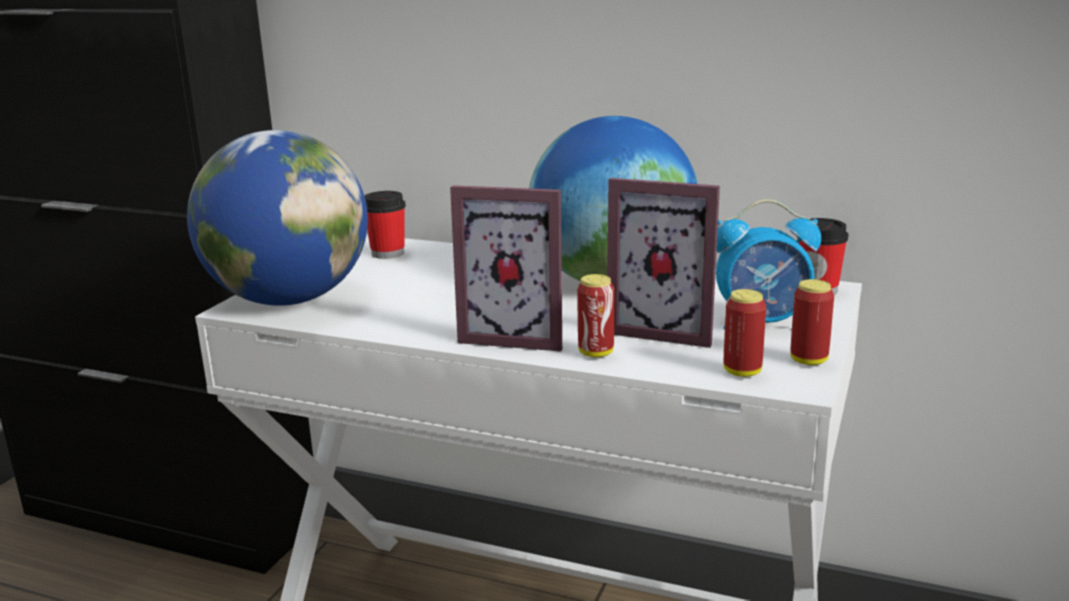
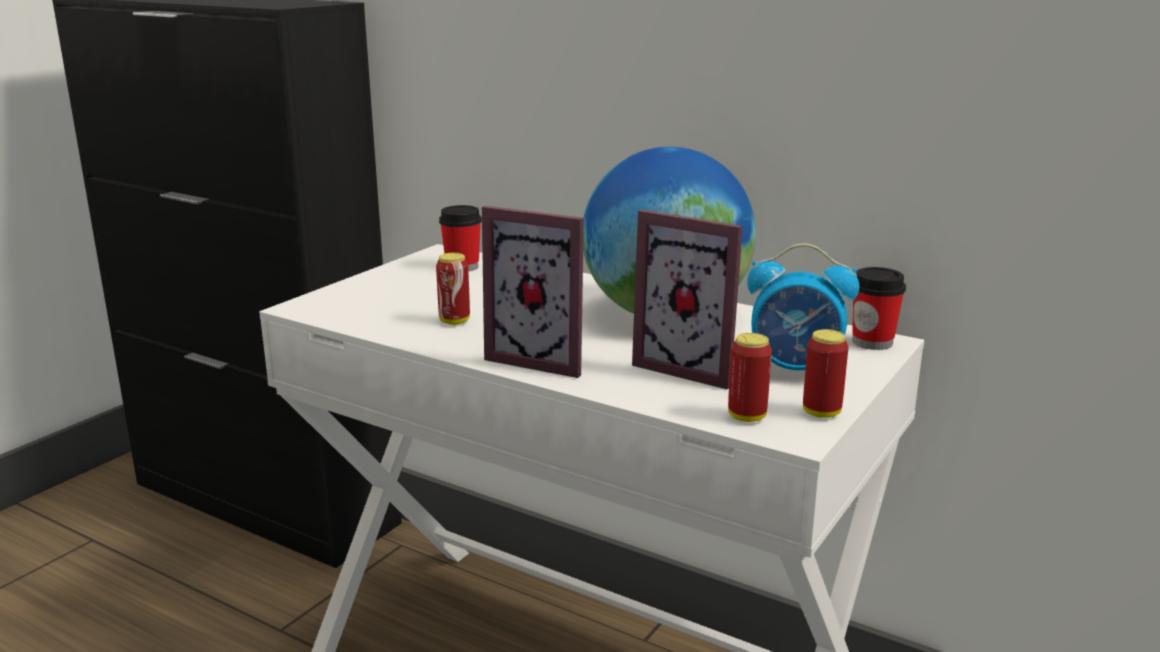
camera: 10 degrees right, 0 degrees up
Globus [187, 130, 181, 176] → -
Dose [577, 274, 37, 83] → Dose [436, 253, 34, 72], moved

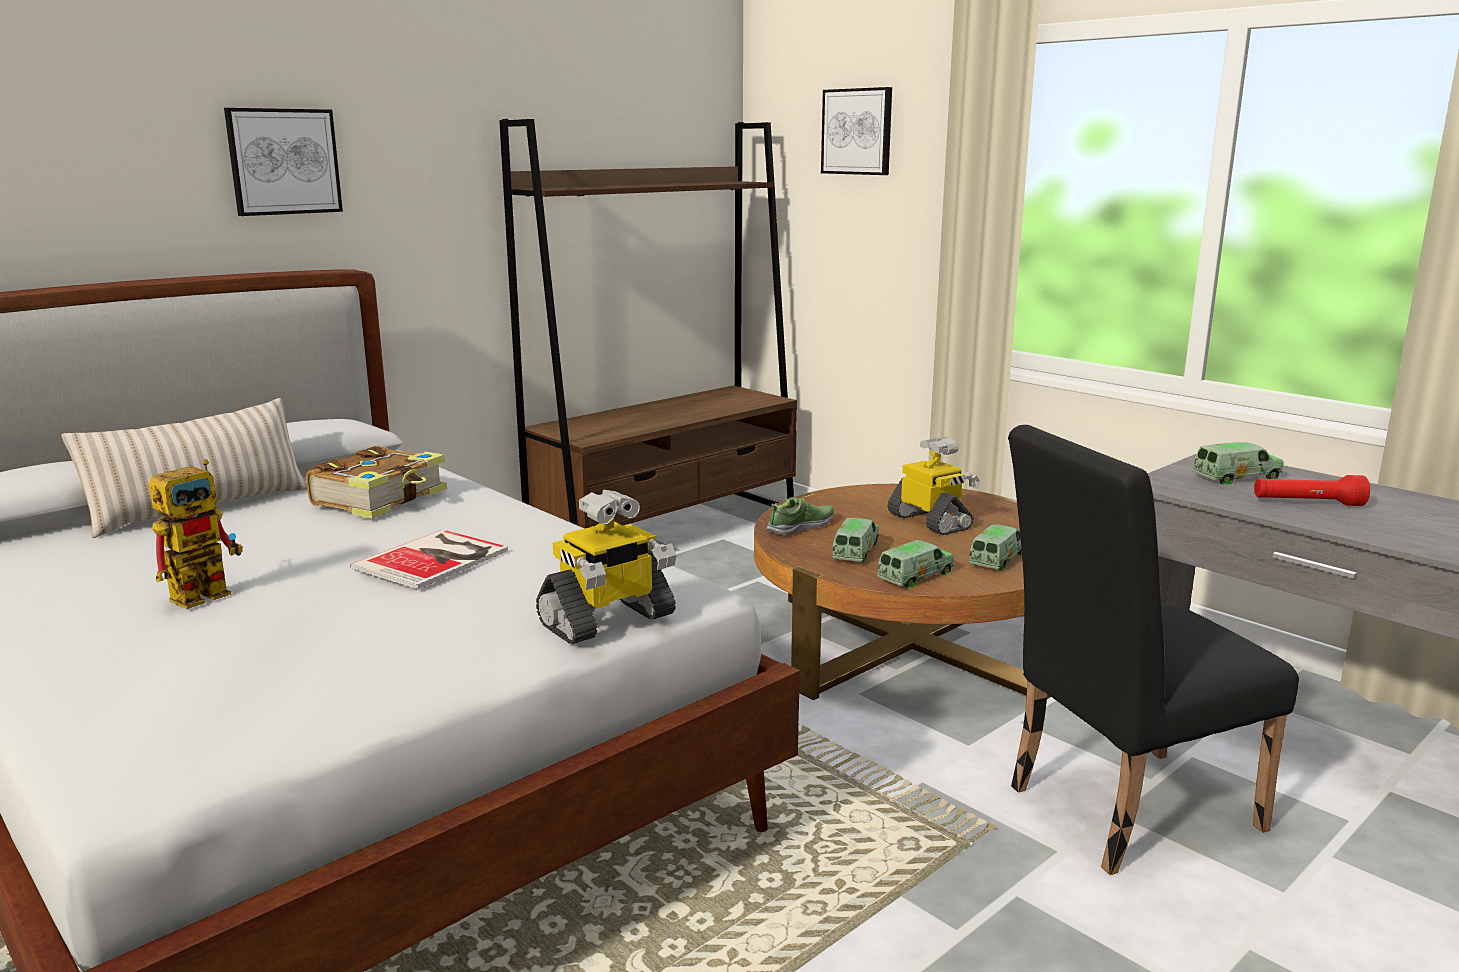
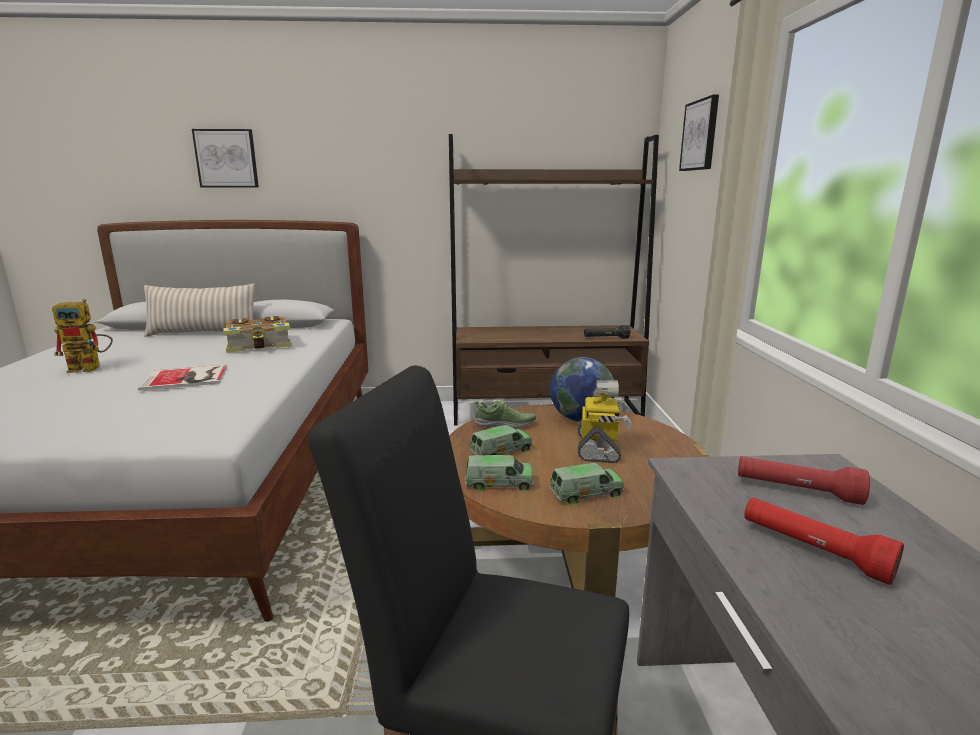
camera: 40 degrees right, 0 degrees up
Bild [224, 108, 119, 108] → Bild [192, 129, 67, 59], moved
Spielzeugroboter [536, 489, 141, 155] → -
Spielzeuglaster [1192, 442, 92, 42] → Taschenlampe/rot [738, 456, 132, 49]
- → Globus [550, 357, 64, 65]
- → Taschenlampe/schwarz [584, 325, 46, 13]

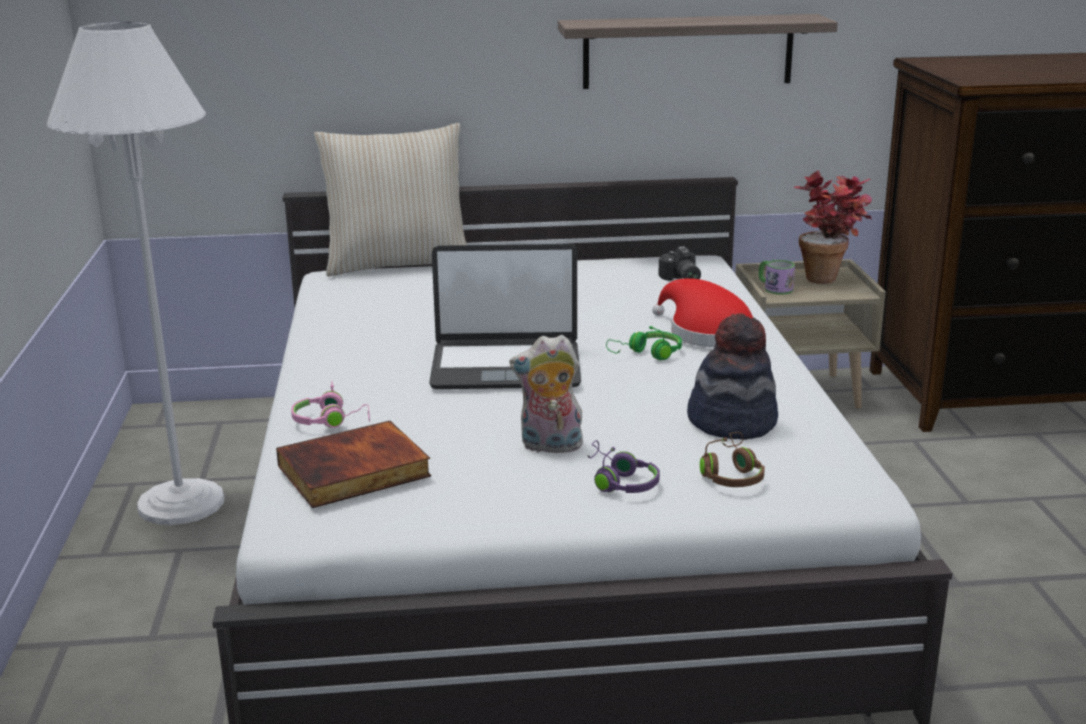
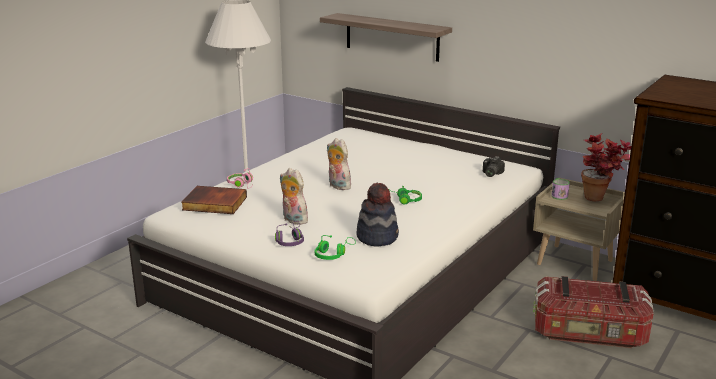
camera: 40 degrees right, 0 degrees up
Kissen/beige [314, 123, 153, 154] → -
Laptop [429, 244, 152, 145] → Plüschtier [327, 138, 25, 52]
Wandregal [558, 14, 280, 75] → Wandregal [320, 13, 132, 49], moved
Hut/rot [652, 278, 102, 69] → -
Kopfhörer/braun [700, 432, 65, 55] → Kopfhörer/grün [314, 235, 42, 25]
- → Aufbewahrungsbox [533, 276, 121, 72]

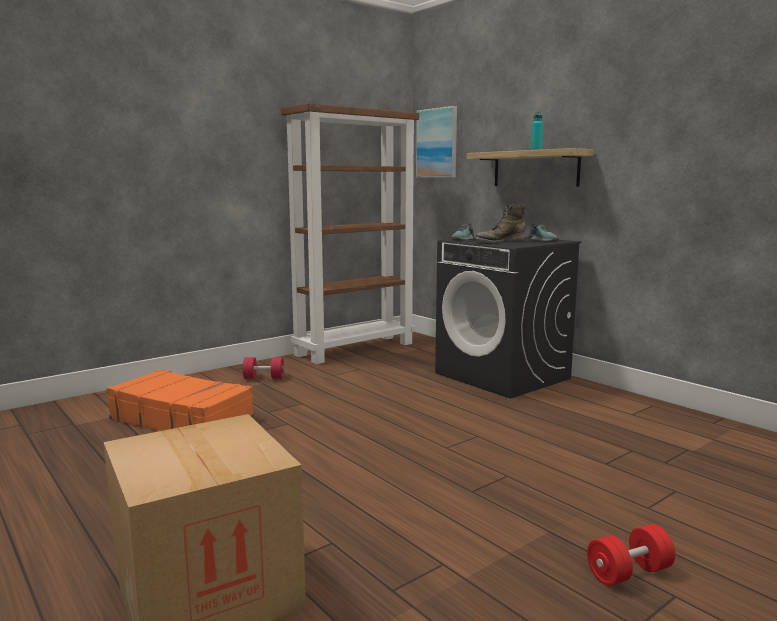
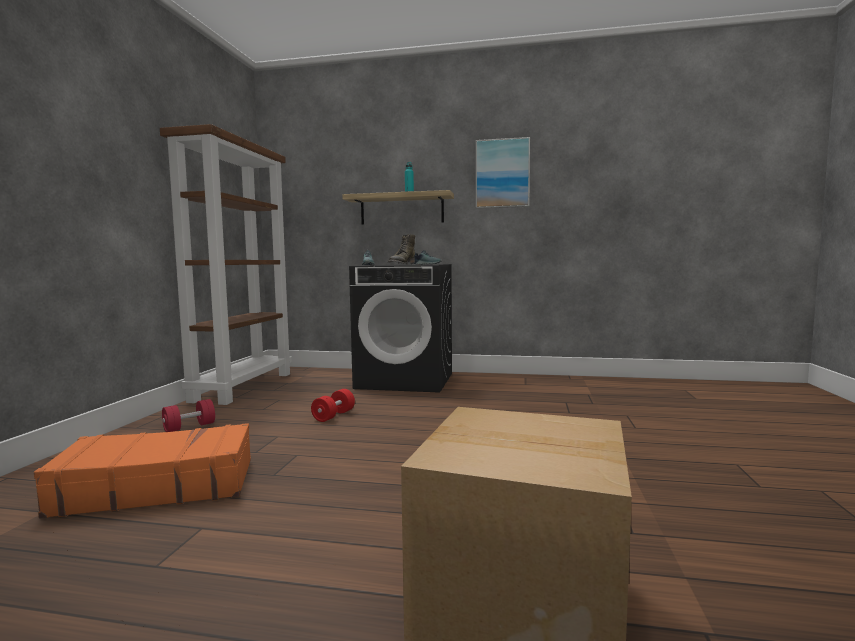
camera: 40 degrees left, 5 degrees down
Bild [416, 106, 41, 72] → Bild [476, 137, 54, 71], moved
Hantel/rot [587, 524, 88, 62] → Hantel/rot [311, 389, 44, 33], moved

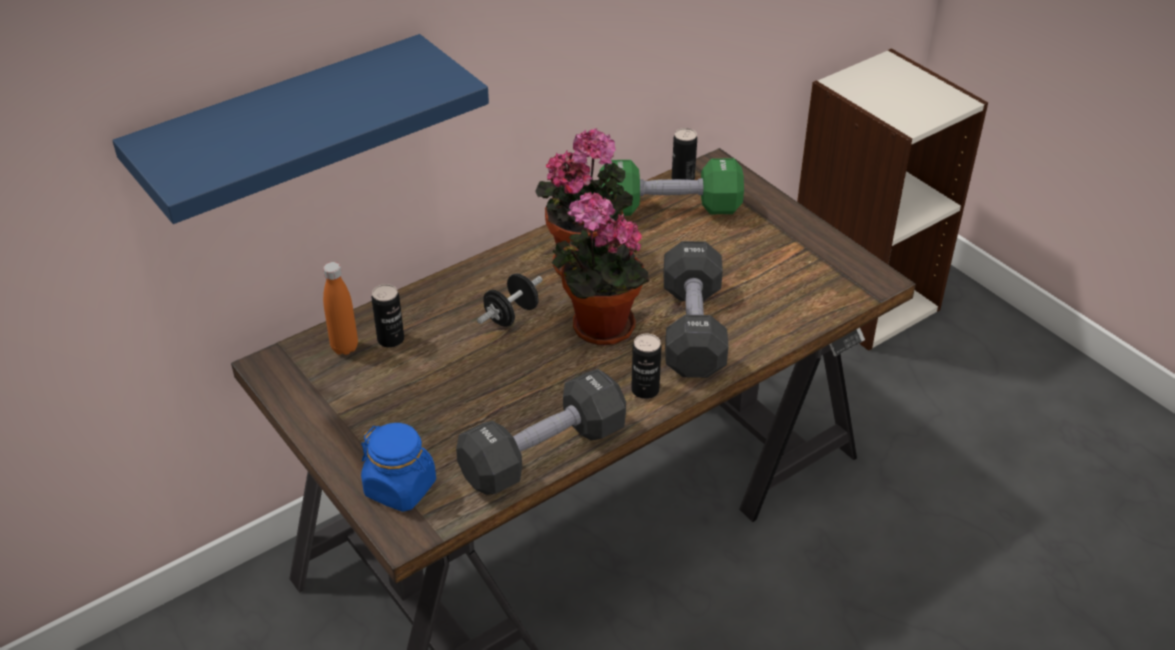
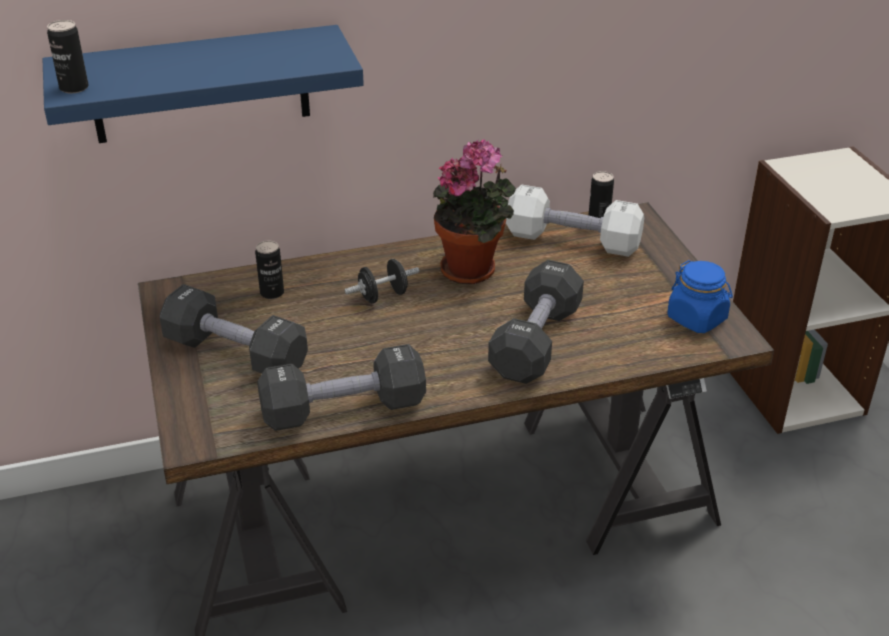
camera: 20 degrees right, 5 degrees down
Flasche/orange [323, 262, 35, 93] → -
Vorratsglas/blau [361, 423, 75, 89] → Vorratsglas/blau [667, 260, 66, 73], moved
Topfpflanze [552, 192, 98, 154] → -
Hantel/grün [599, 158, 145, 58] → Hantel/weiß [506, 184, 138, 73]
Dose [631, 334, 30, 65] → Dose [47, 20, 42, 73], moved
- → Hantel/schwarz [160, 284, 148, 89]

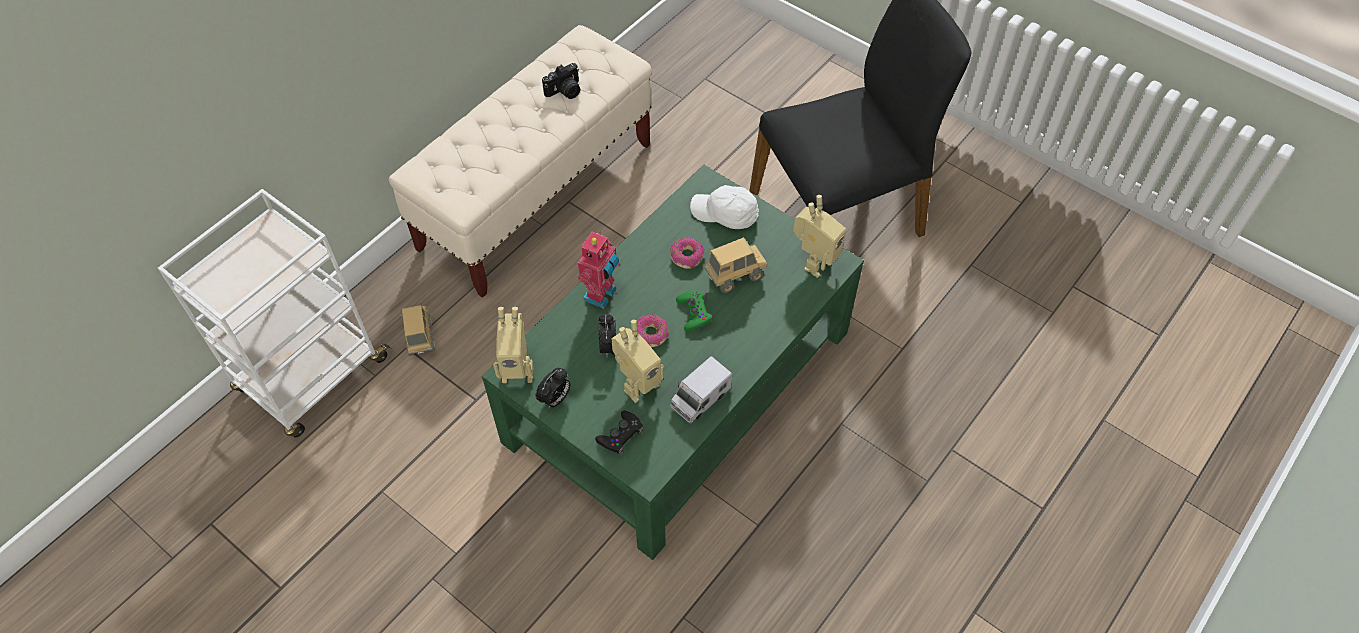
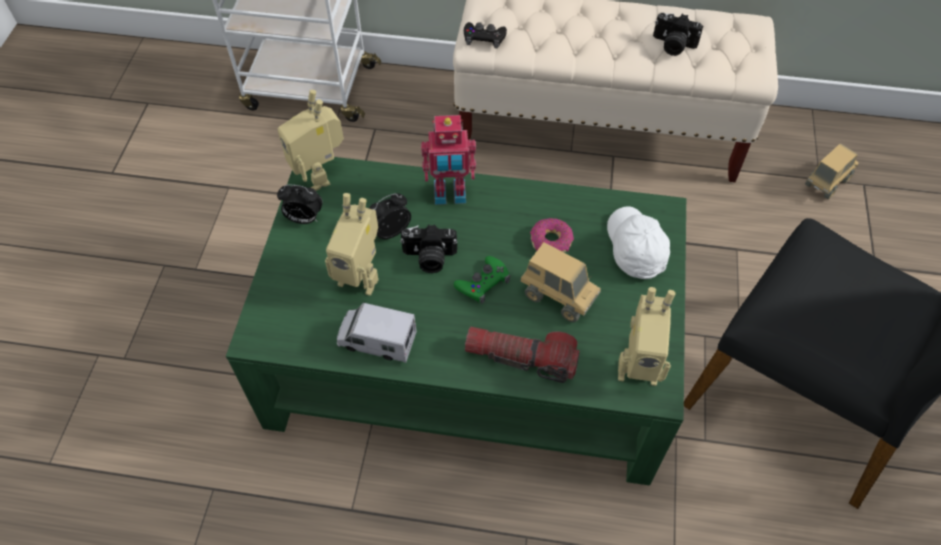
camera: 60 degrees right, 0 degrees up
Spielzeuglaster [400, 305, 35, 51] → Spielzeuglaster [805, 143, 54, 56], moved
Gamepad/schwarz [595, 411, 49, 44] → Gamepad/schwarz [464, 22, 43, 27], moved
Donut [637, 314, 32, 33] → Kamera [400, 225, 57, 48]
- → Taschenlampe [465, 327, 115, 56]

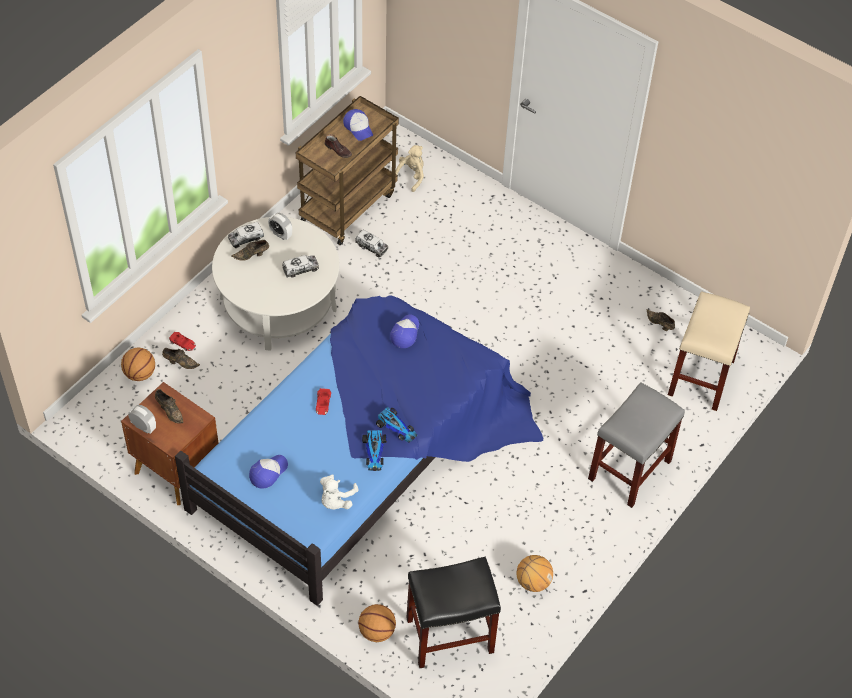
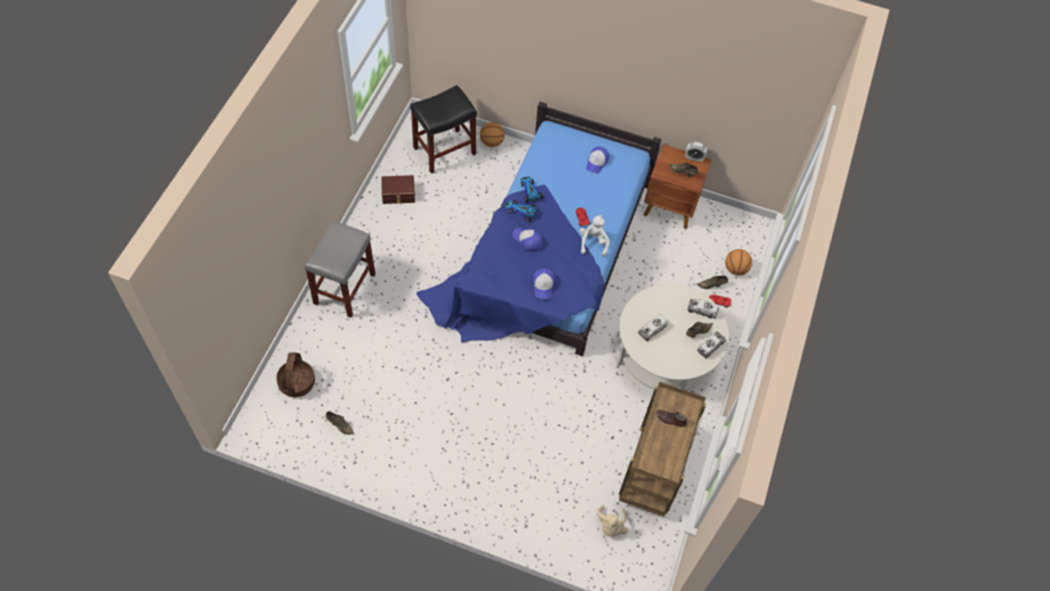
camera: 160 degrees right, 5 degrees up
Wecker [268, 213, 24, 27] → -
Plüschtier/weiß [320, 474, 39, 35] → Plüschtier/weiß [580, 215, 30, 42], moved
Kappe [343, 109, 30, 32] → Kappe [513, 227, 30, 25], moved
Spielzeuglaster [355, 229, 33, 28] → Spielzeuglaster [688, 299, 31, 20], moved
Basketball [516, 555, 37, 37] → Aufbewahrungsbox/braun [381, 175, 34, 29]
Hocker/beige [668, 291, 82, 120] → Korb [276, 353, 39, 44]

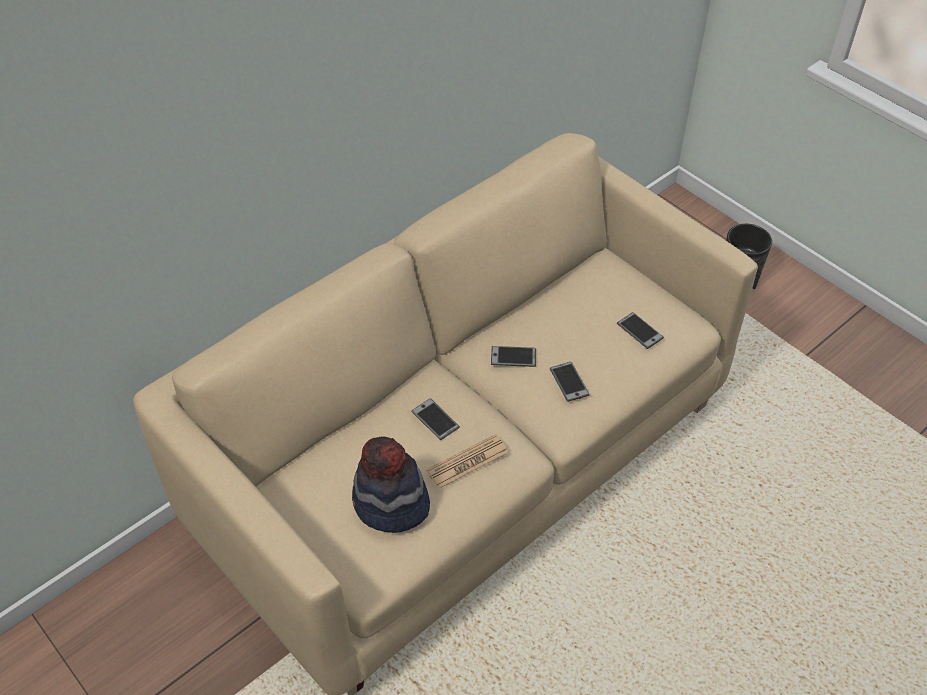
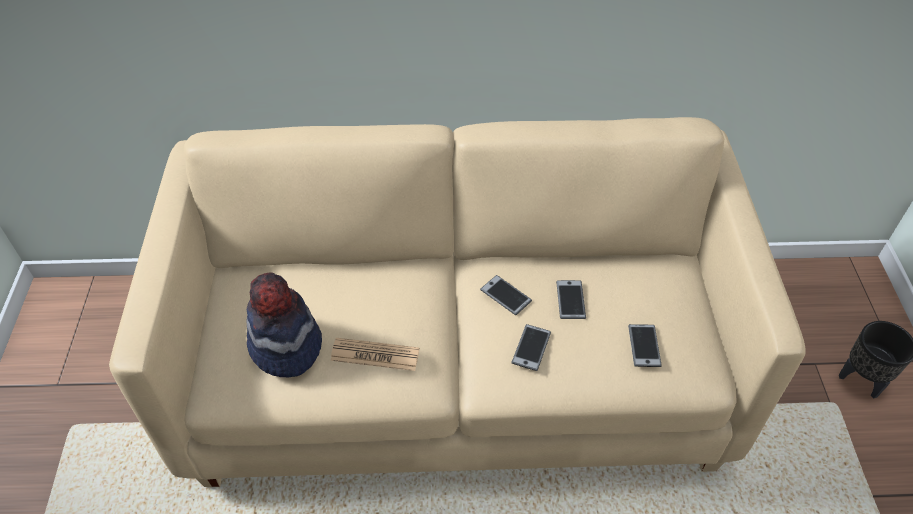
camera: 40 degrees right, 0 degrees up
Handy [411, 398, 49, 42] → Handy [556, 280, 30, 39], moved

